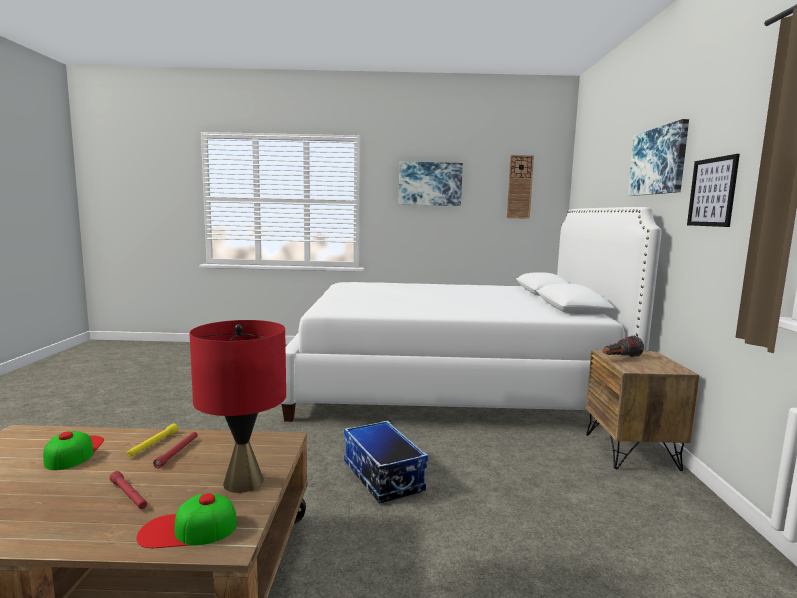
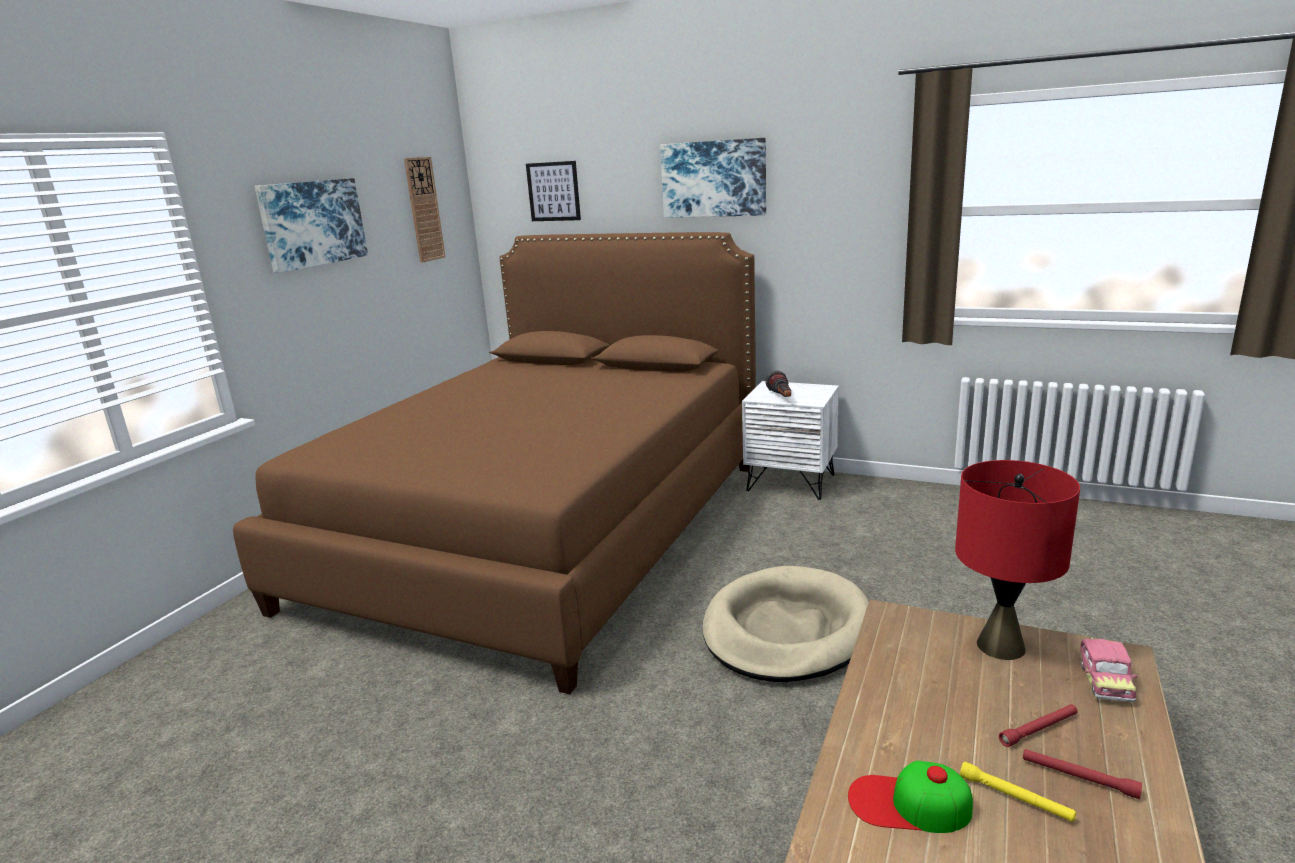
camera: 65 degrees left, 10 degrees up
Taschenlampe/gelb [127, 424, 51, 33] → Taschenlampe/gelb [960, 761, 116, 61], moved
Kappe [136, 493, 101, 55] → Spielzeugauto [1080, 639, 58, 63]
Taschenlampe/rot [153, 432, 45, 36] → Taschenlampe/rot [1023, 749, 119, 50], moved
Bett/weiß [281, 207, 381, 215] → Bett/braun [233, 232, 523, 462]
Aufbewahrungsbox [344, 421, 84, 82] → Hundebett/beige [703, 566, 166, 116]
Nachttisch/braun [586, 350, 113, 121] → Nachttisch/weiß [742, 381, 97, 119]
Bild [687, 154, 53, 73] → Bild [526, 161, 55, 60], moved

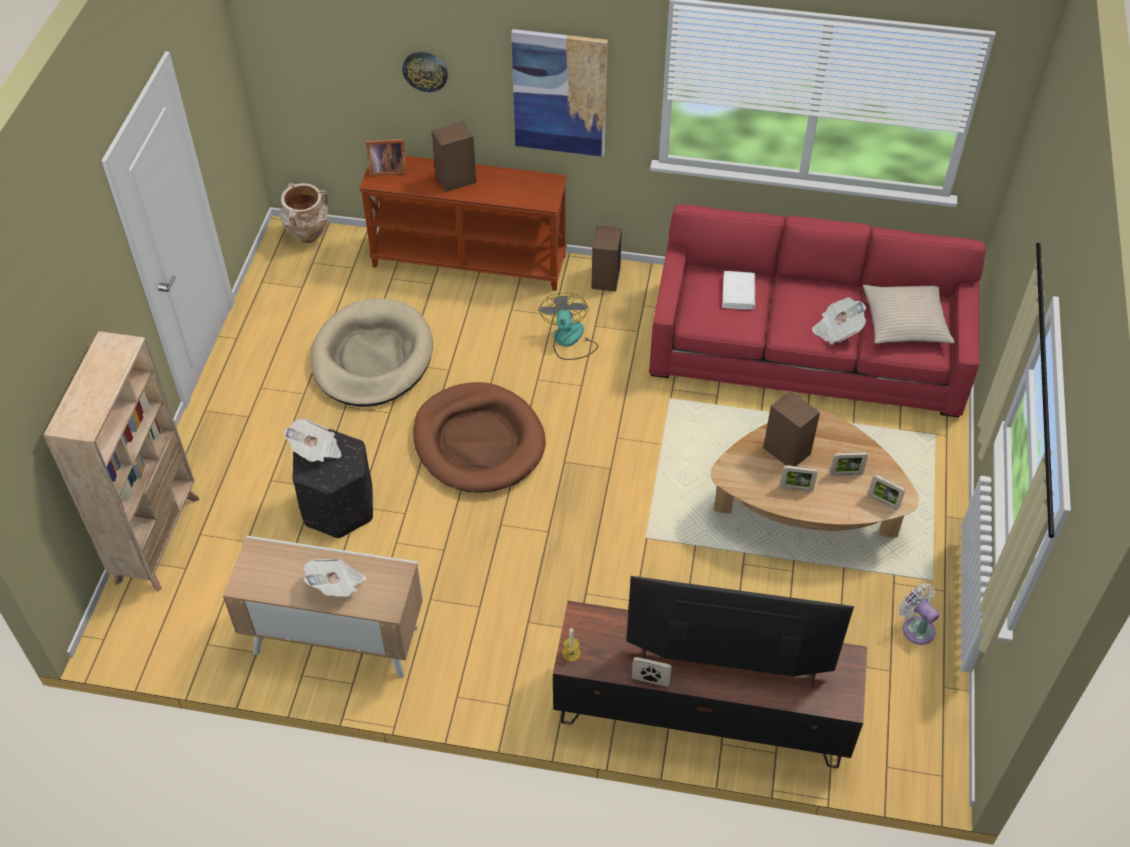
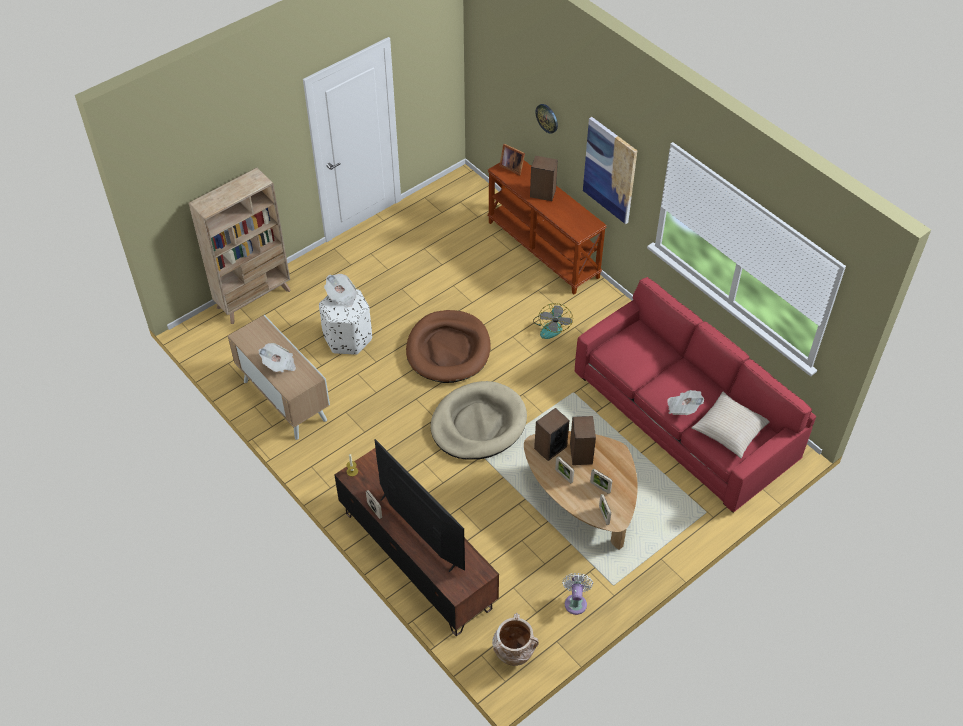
camera: 40 degrees right, 0 degrees up
Vase/beige [280, 183, 48, 60] → Vase/beige [492, 613, 47, 53], moved
Polsterhocker/schwarz [292, 429, 81, 109] → Polsterhocker/weiß [319, 289, 53, 66]
Hundebett/beige [310, 299, 123, 108] → Hundebett/beige [430, 381, 97, 79], moved
Ventilator [539, 293, 59, 67] → Ventilator [533, 303, 40, 36], 150 degrees clockwise
Lautsprecher [591, 226, 31, 65] → Lautsprecher [534, 408, 35, 53], moved
Buch/weiß [722, 271, 33, 38] → -

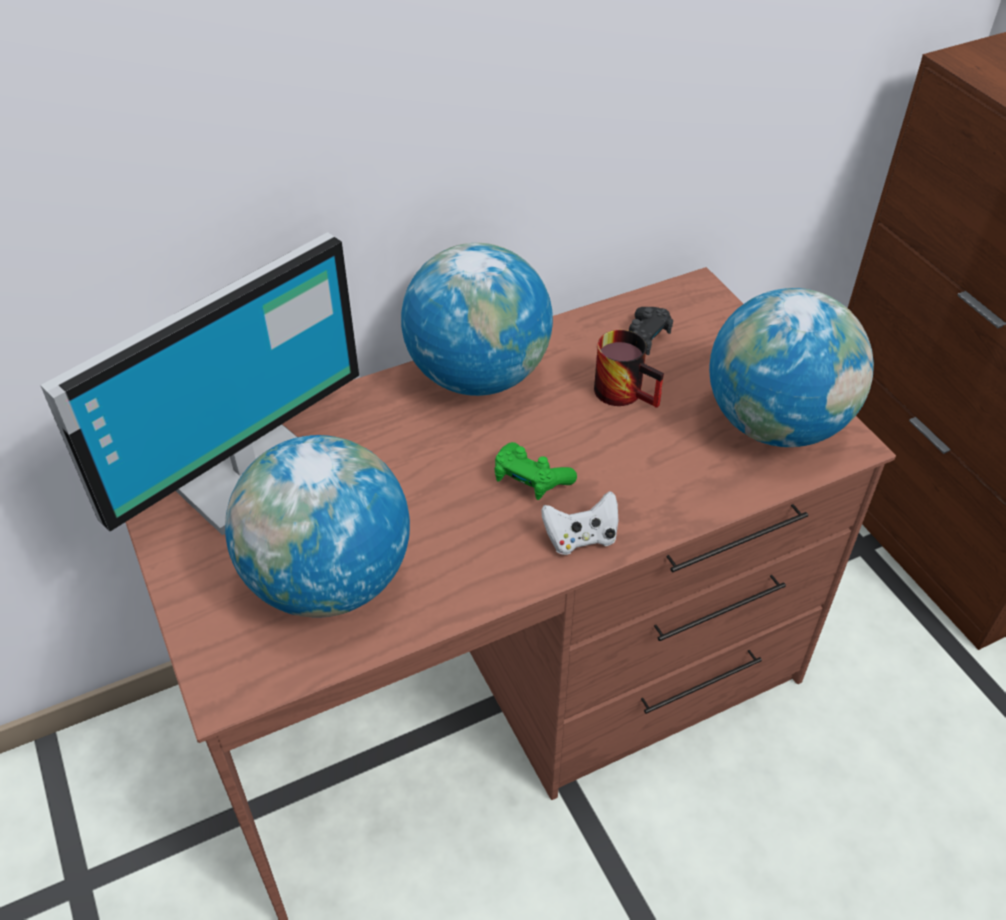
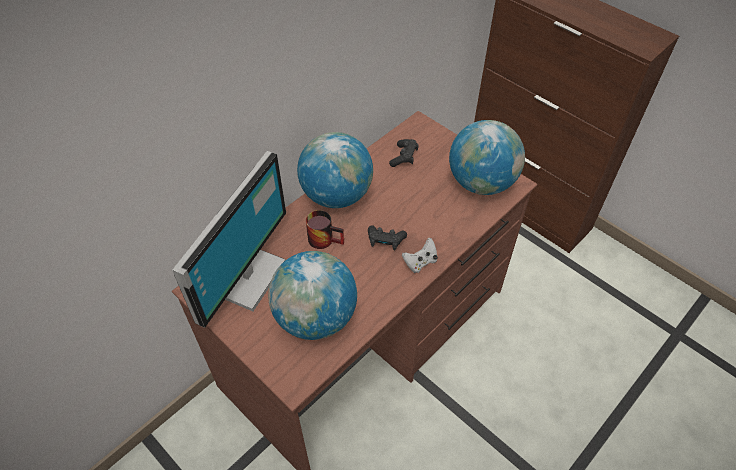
camera: 20 degrees left, 5 degrees up
Gamepad/grün [495, 442, 82, 58] → Gamepad/schwarz [368, 225, 39, 25]
Henkelbecher [594, 330, 70, 78] → Henkelbecher [306, 210, 38, 39], moved

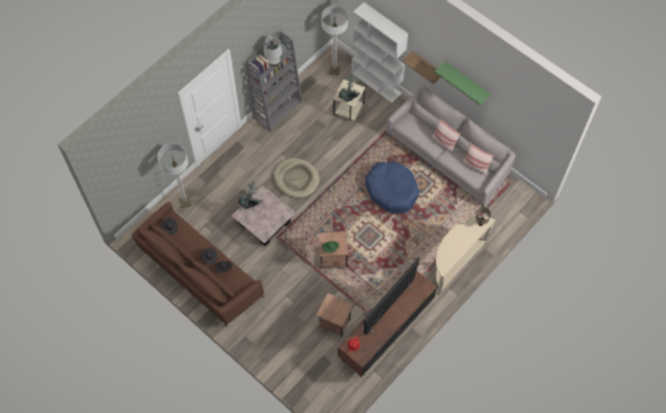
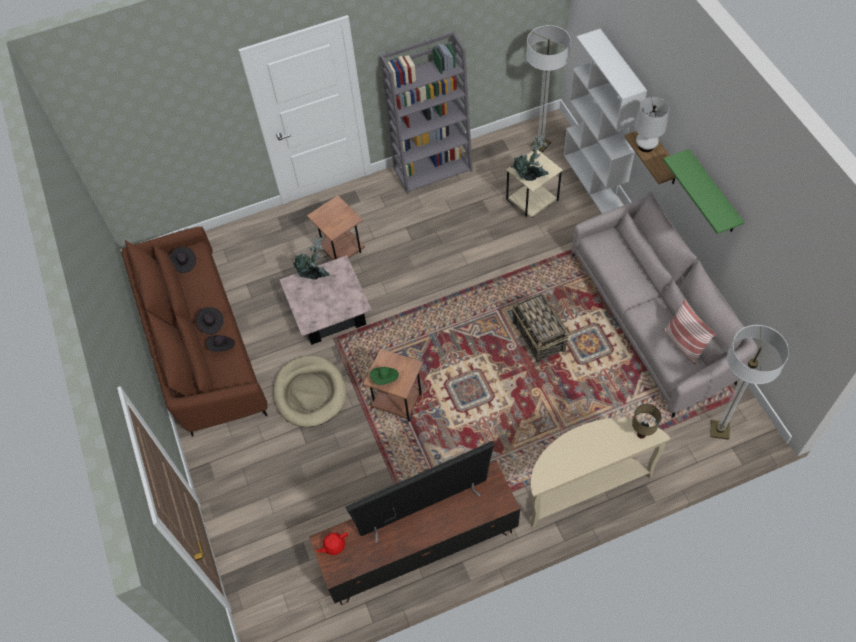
camera: 30 degrees right, 5 degrees down
Stehlampe [157, 143, 34, 65] → Stehlampe [710, 325, 79, 115], moved
Tischlampe/weiß [264, 36, 18, 30] → Tischlampe/weiß [634, 97, 35, 55], moved
Hundebett/beige [274, 158, 46, 40] → Hundebett/beige [273, 356, 74, 71], moved
Beistelltisch/braun [316, 293, 38, 45] → Beistelltisch/braun [307, 195, 58, 65], moved
Hundebett/blau [365, 161, 54, 53] → Korb [512, 293, 57, 70]
Kissen [431, 118, 30, 34] → -

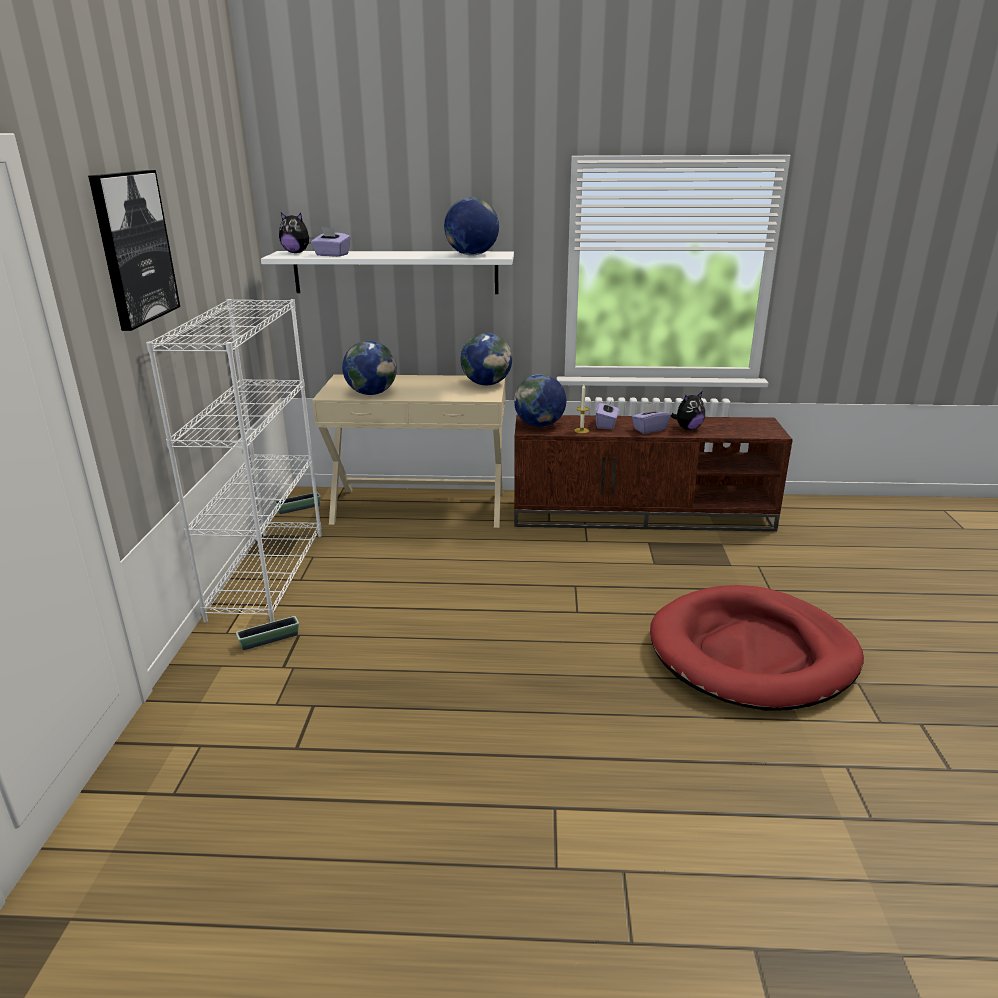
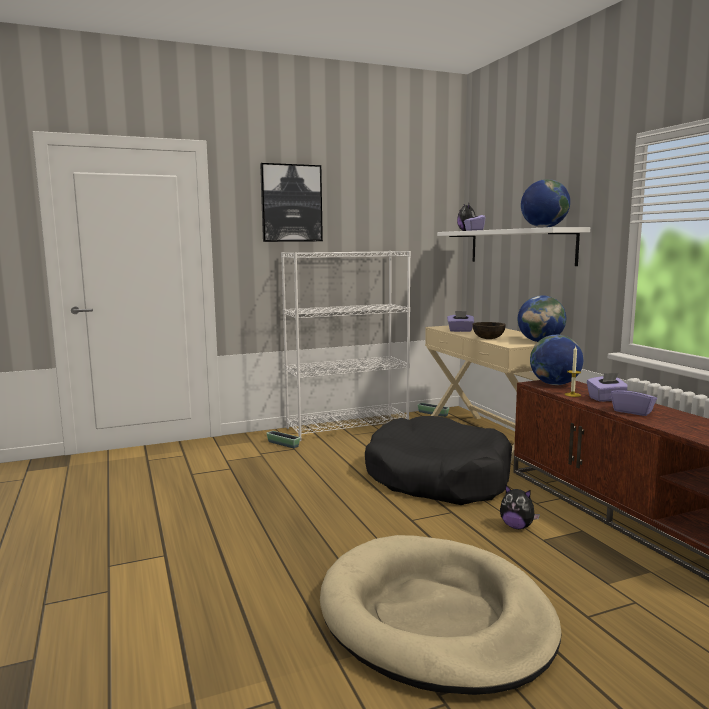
camera: 65 degrees right, 15 degrees down
Globus [342, 341, 55, 54] → Taschentuchbox/lila [447, 311, 27, 21]
Hundebett/rot [650, 585, 214, 126] → Hundebett/beige [320, 535, 242, 160]
Plüschtier [671, 392, 34, 38] → Plüschtier [500, 485, 40, 44], moved
- → Hundebett/schwarz [365, 416, 147, 89]
- → Schüssel/braun [472, 322, 34, 17]

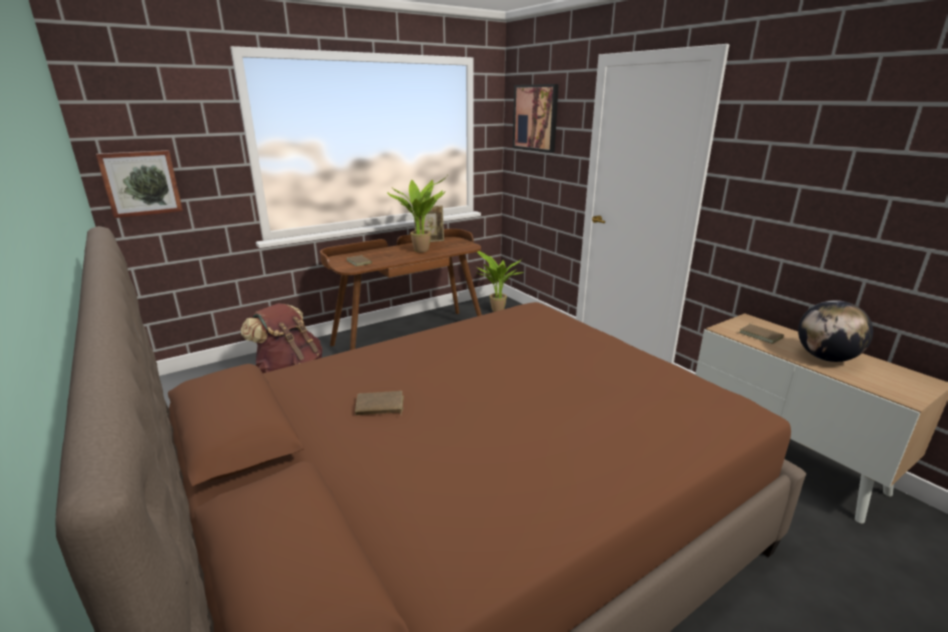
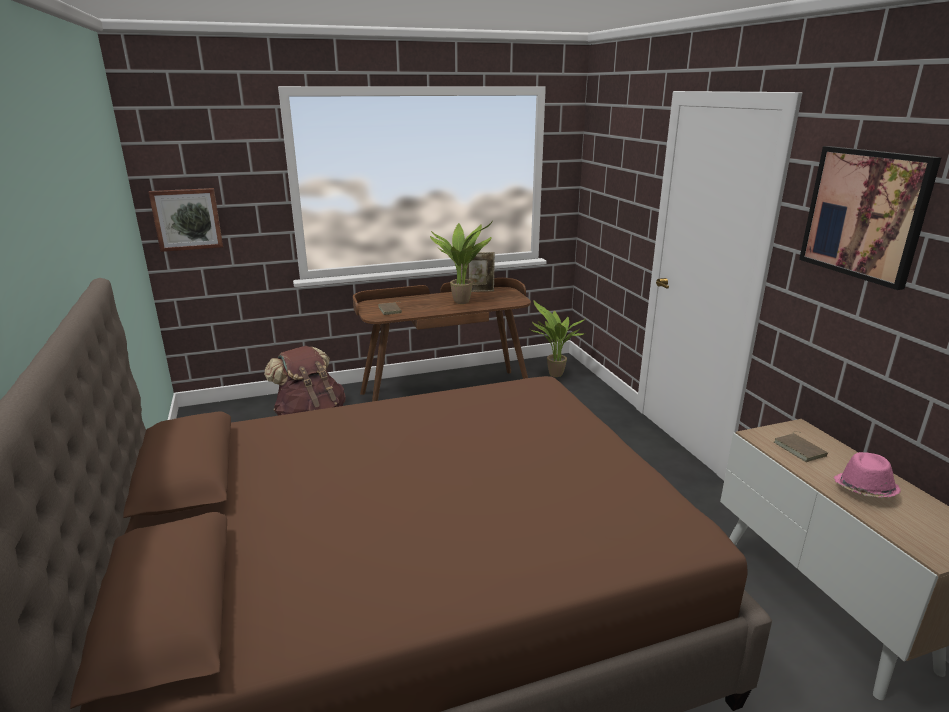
camera: 15 degrees right, 0 degrees up
Buch/braun [355, 391, 49, 24] → -
Bild [513, 84, 46, 69] → Bild [799, 146, 143, 144], moved
Globus [798, 300, 75, 62] → Hut/rosa [834, 452, 67, 45]

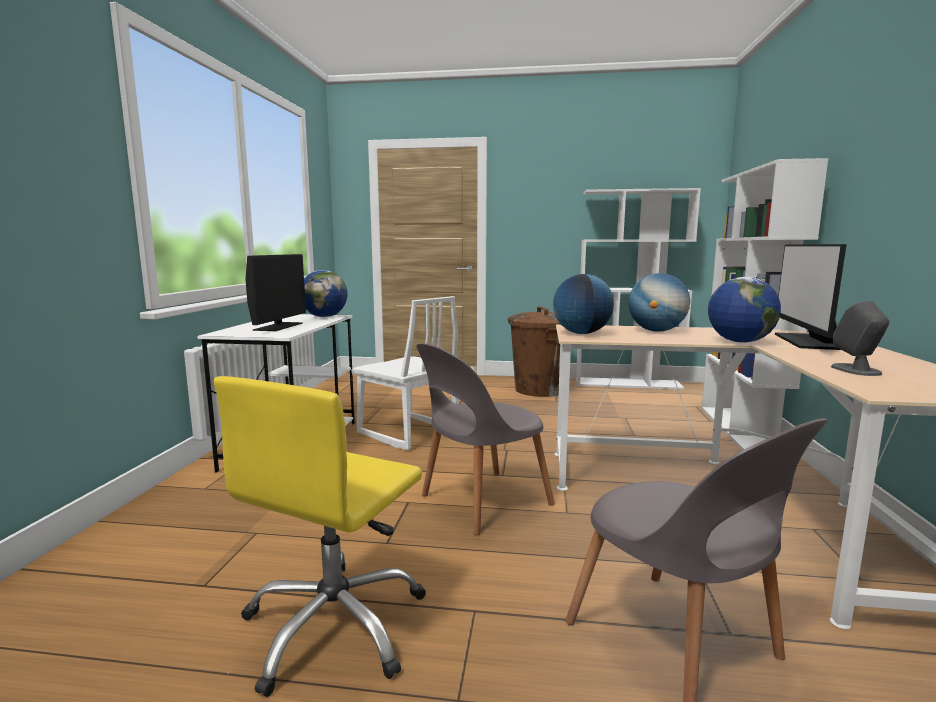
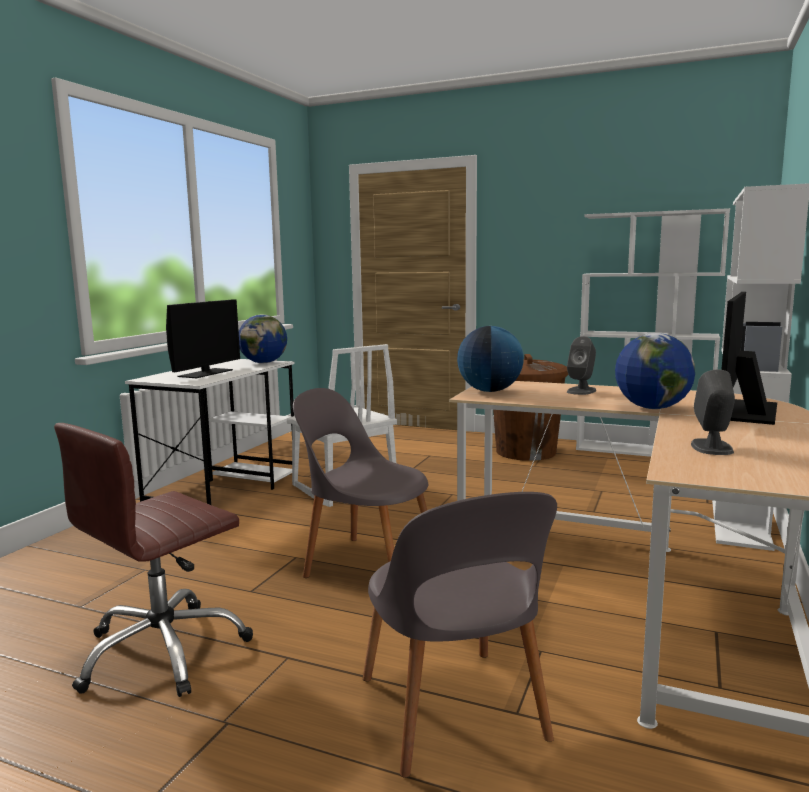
camera: 15 degrees right, 0 degrees up
Bürostuhl/gelb [214, 376, 212, 321] → Bürostuhl/braun [54, 423, 199, 274]
Stuhl/grau [416, 343, 139, 192] → Stuhl/grau [293, 388, 135, 190], 45 degrees clockwise
Globus [628, 273, 62, 59] → Lautsprecher/grau [567, 336, 29, 59]

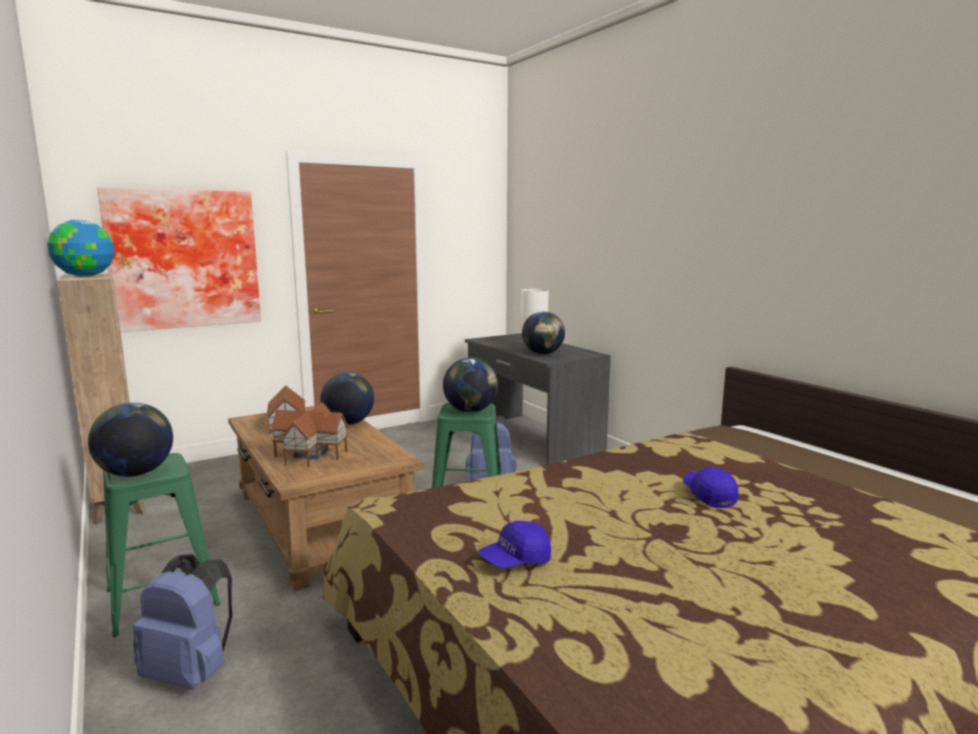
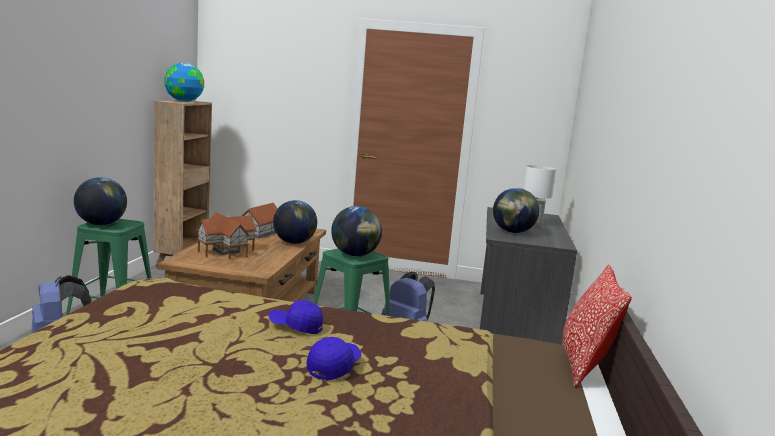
camera: 40 degrees right, 0 degrees up
Bild [97, 187, 164, 145] → -
Kappe/blau [478, 521, 73, 47] → Kappe/blau [269, 300, 54, 34], moved
- → Kissen [562, 264, 70, 124]

